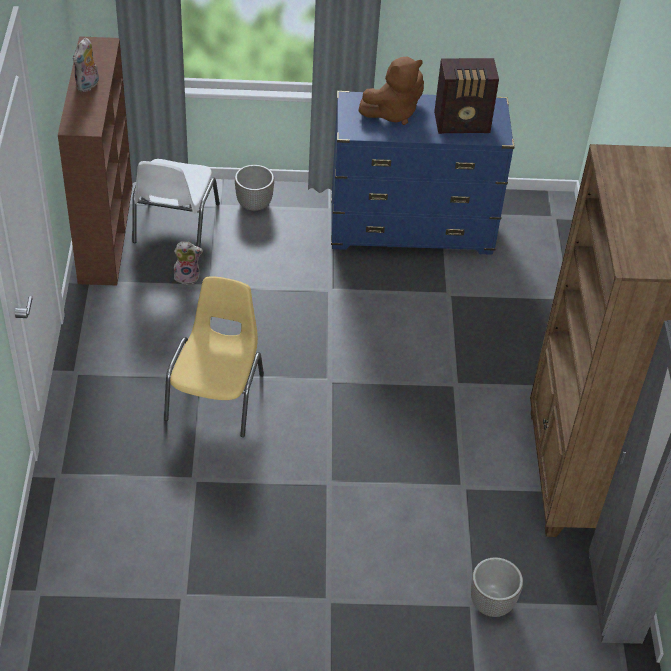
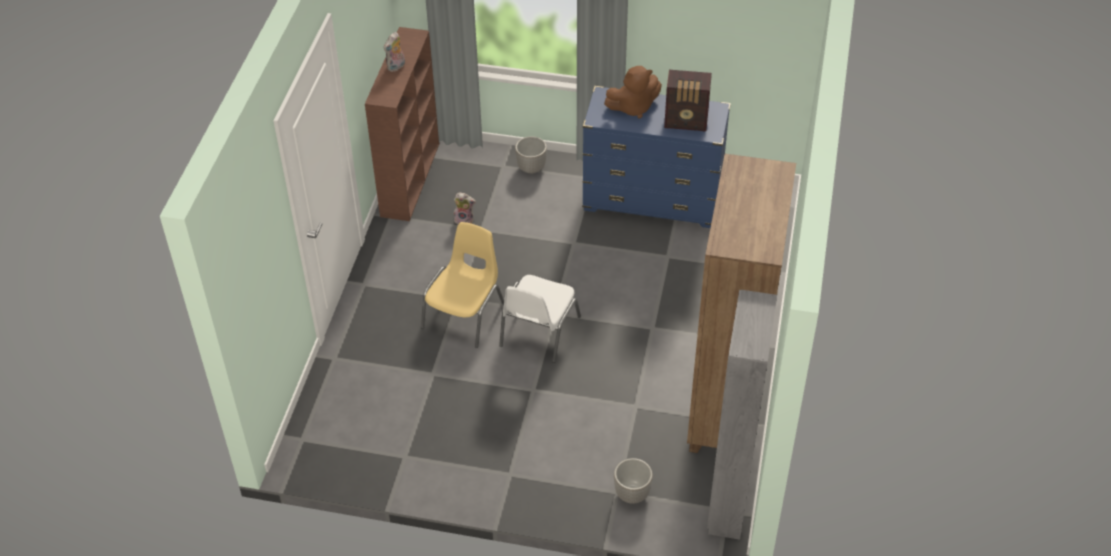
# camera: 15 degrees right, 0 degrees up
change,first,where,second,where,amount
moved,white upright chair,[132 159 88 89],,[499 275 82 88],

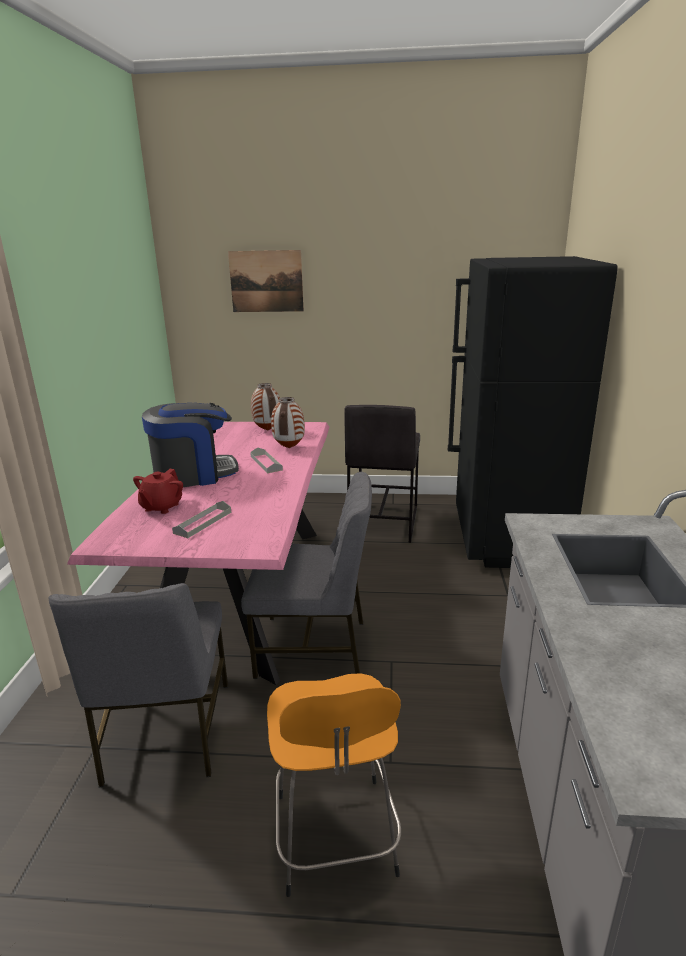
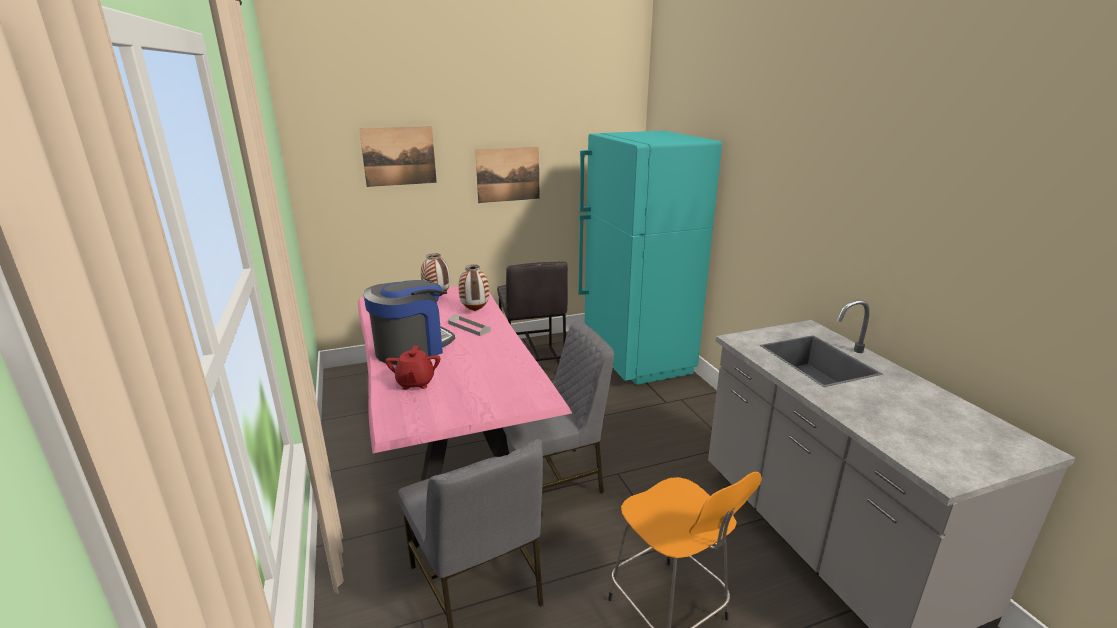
# camera: 25 degrees left, 0 degrees up
change,first,where,second,where,amount
removed,greyish serving tray,[172 501 59 37],,,
added,,,picture,[475 147 65 56],
recoloured,black-coloured fridge,[448 256 170 312],blue-green fridge,[578 131 144 254],

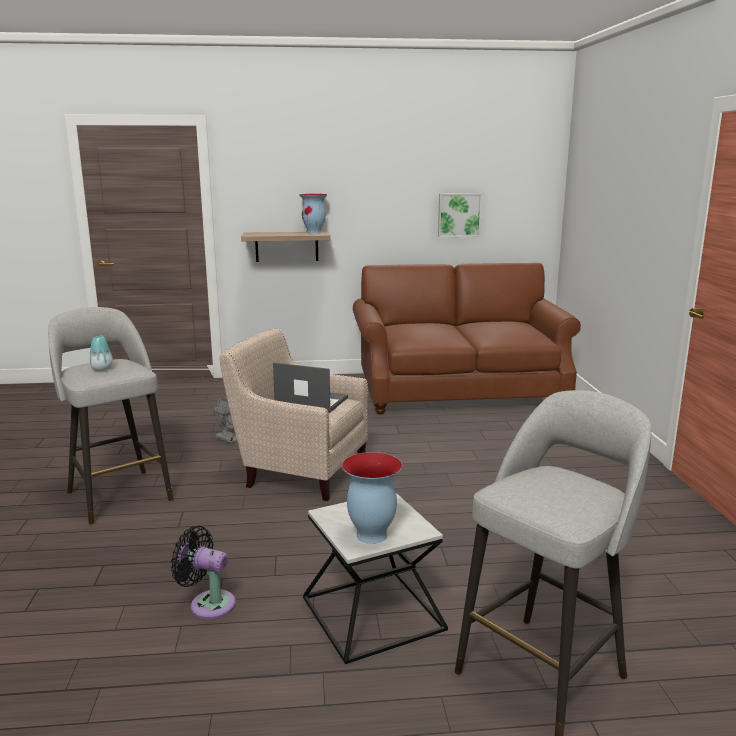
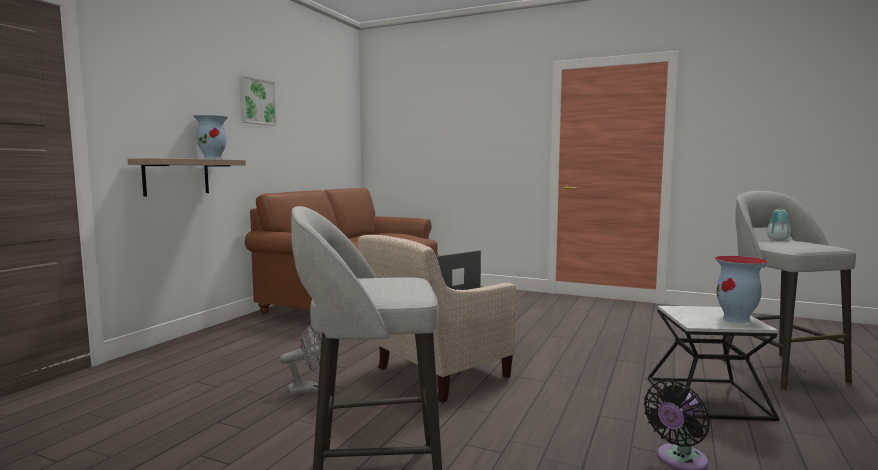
# camera: 60 degrees left, 10 degrees down
change,first,where,second,where,amount
moved,flower vase,[89 336 24 35],,[767 209 24 31],
moved,picture,[438 193 44 44],,[239 76 38 50],

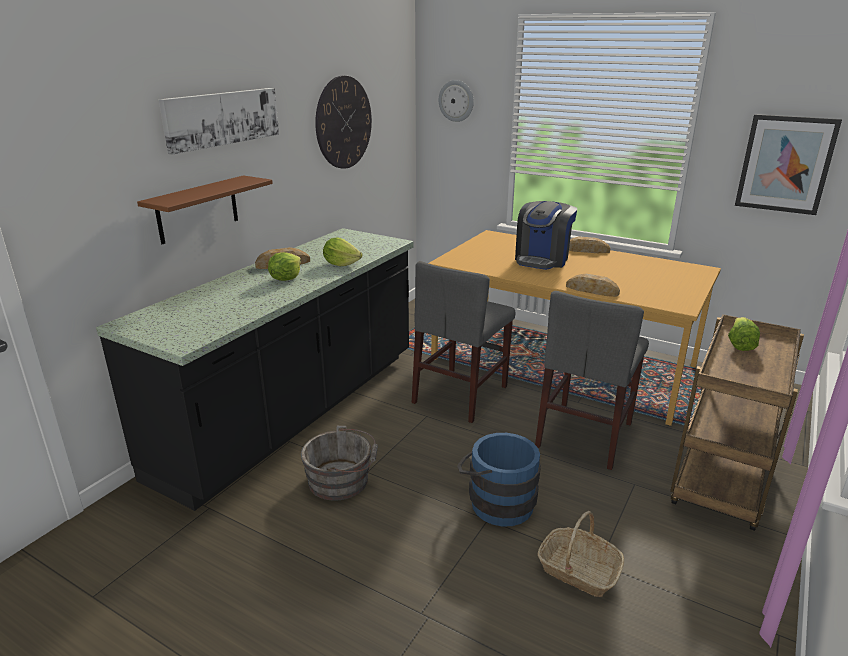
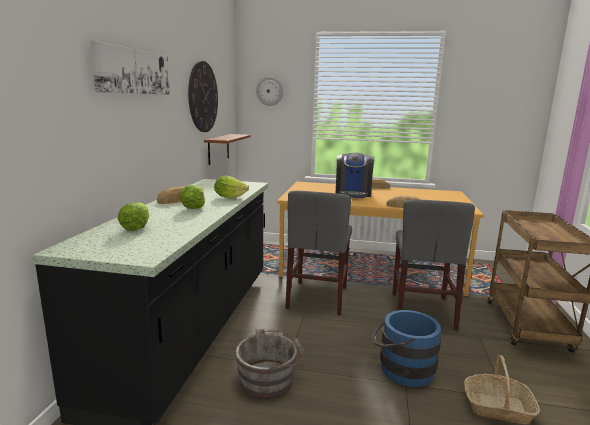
# camera: 20 degrees left, 10 degrees down
change,first,where,second,where,amount
removed,picture,[735 114 107 101],,,
moved,brown-coloured bracket shelf,[137 175 136 69],,[204 134 47 31],
moved,lettuce,[728 317 32 34],,[117 202 32 29],

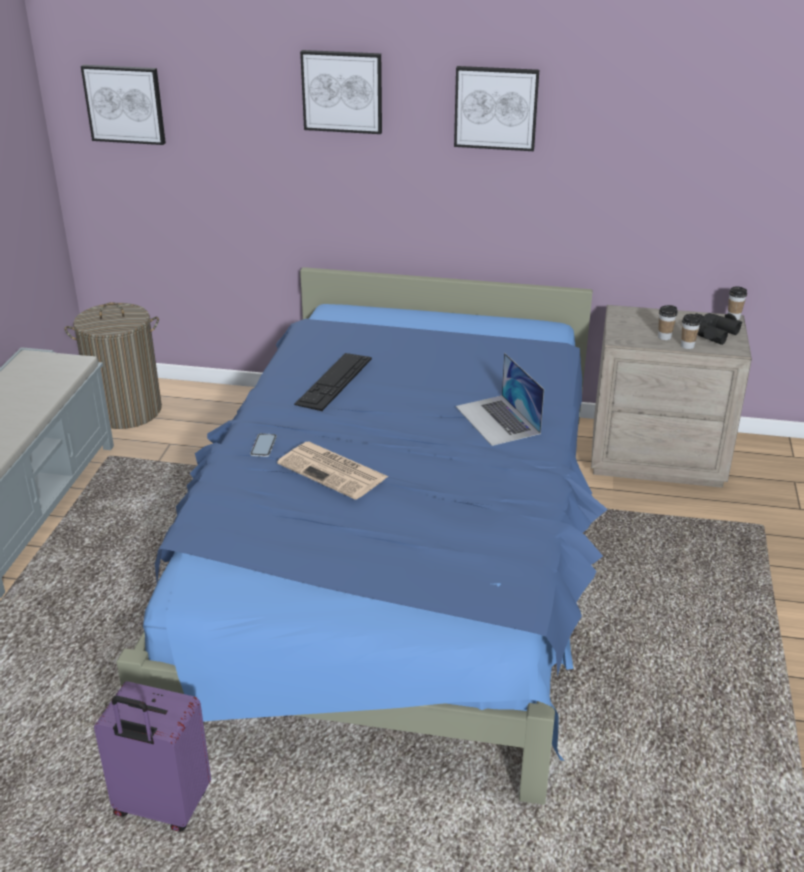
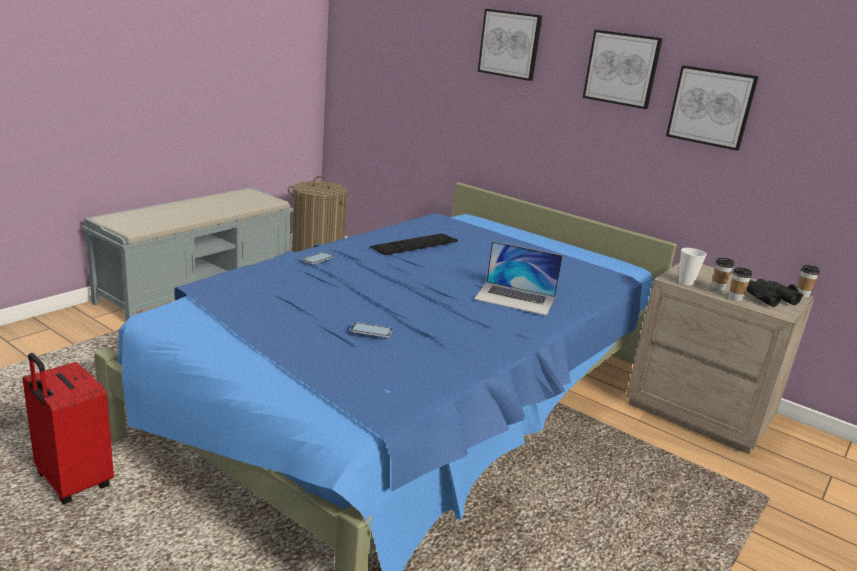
# camera: 25 degrees right, 10 degrees down
change,first,where,second,where,amount
removed,daily paper,[277 442 111 58],,,
added,,,handset,[350 322 43 16],
added,,,small cup,[679 248 28 37],
moved,picture,[81 65 85 80],,[666 65 93 86],
recoloured,purple-coloured travel case,[94 682 117 150],red travel case,[23 353 91 151],
turned,portable computer,[456 353 88 93],,[474 241 89 75],75 degrees counterclockwise

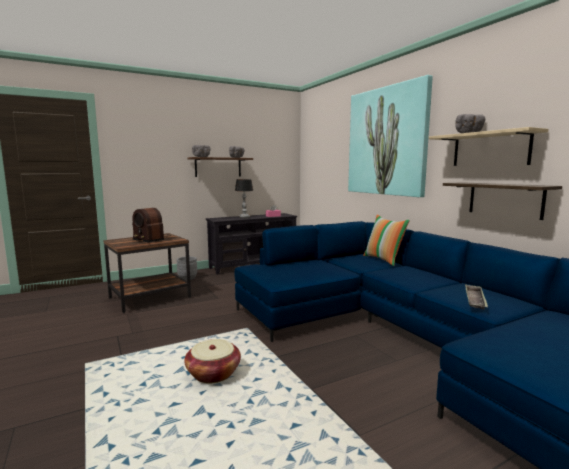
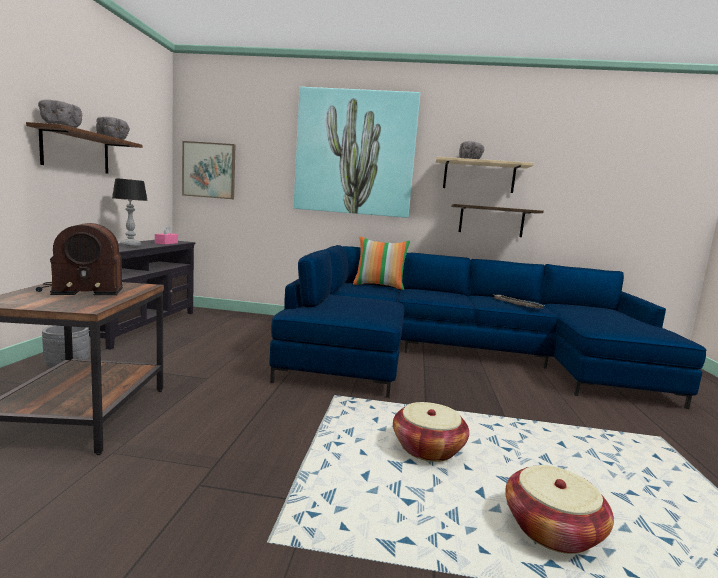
# camera: 55 degrees left, 0 degrees up
change,first,where,second,where,amount
added,,,picture,[182 141 54 58],
added,,,storage basket,[505 465 109 89],

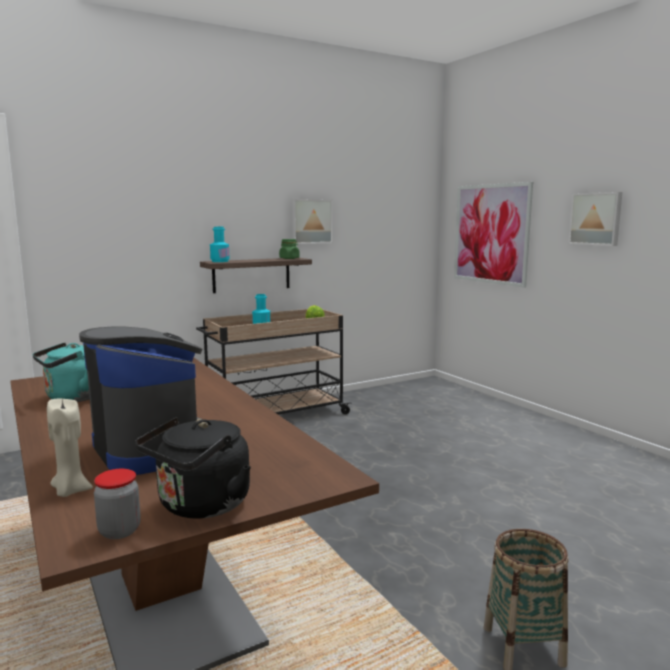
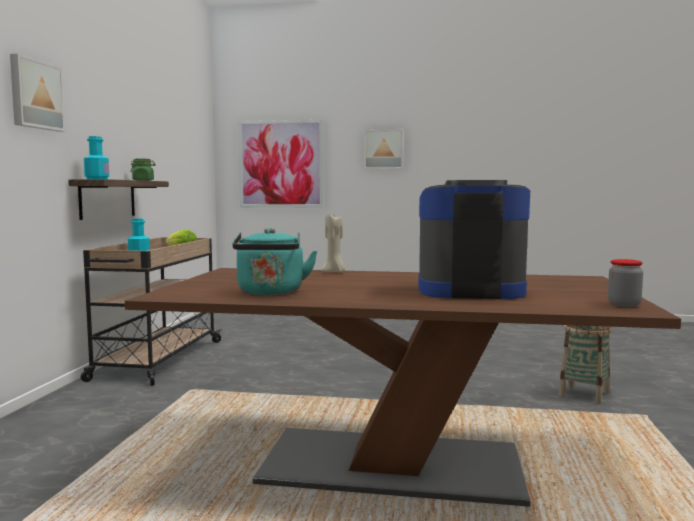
# camera: 50 degrees left, 5 degrees down
change,first,where,second,where,amount
removed,black-coloured tea kettle,[135 417 116 102],,,
moved,sand-coloured wax light,[47 399 46 98],,[322 214 23 58],
moved,picture,[291 199 42 45],,[10 54 55 78],

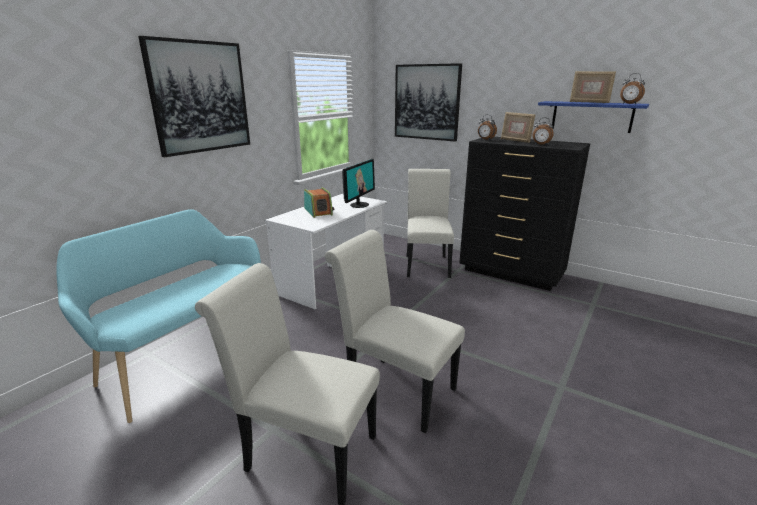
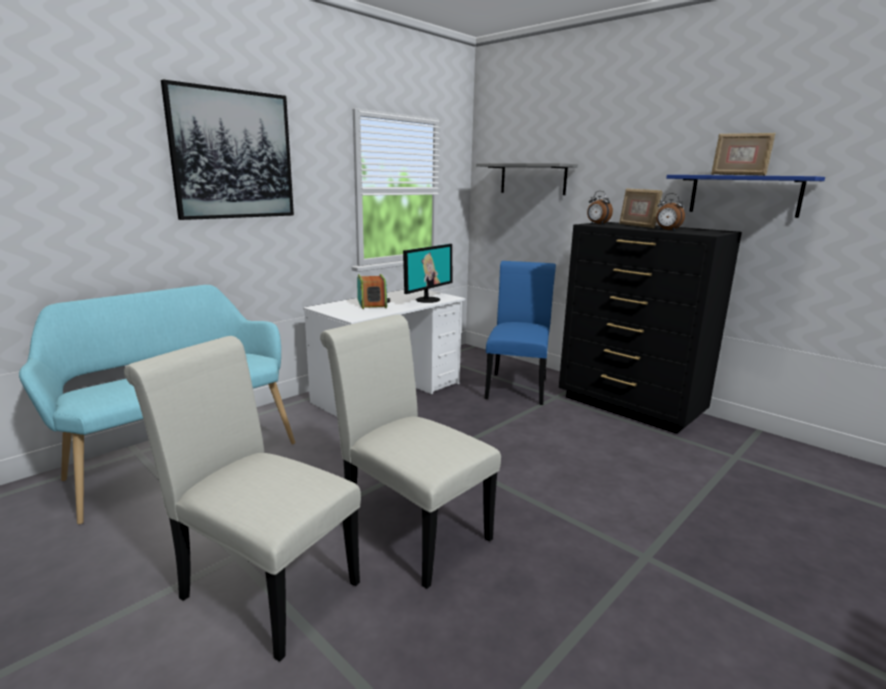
# camera: 10 degrees right, 5 degrees down
change,first,where,second,where,amount
removed,table clock,[620 73 25 31],,,
replaced,picture,[395 63 67 79],greyish bracket shelf,[476 163 102 32],
recoloured,white upright chair,[407 169 47 109],bluish upright chair,[484 261 72 144],

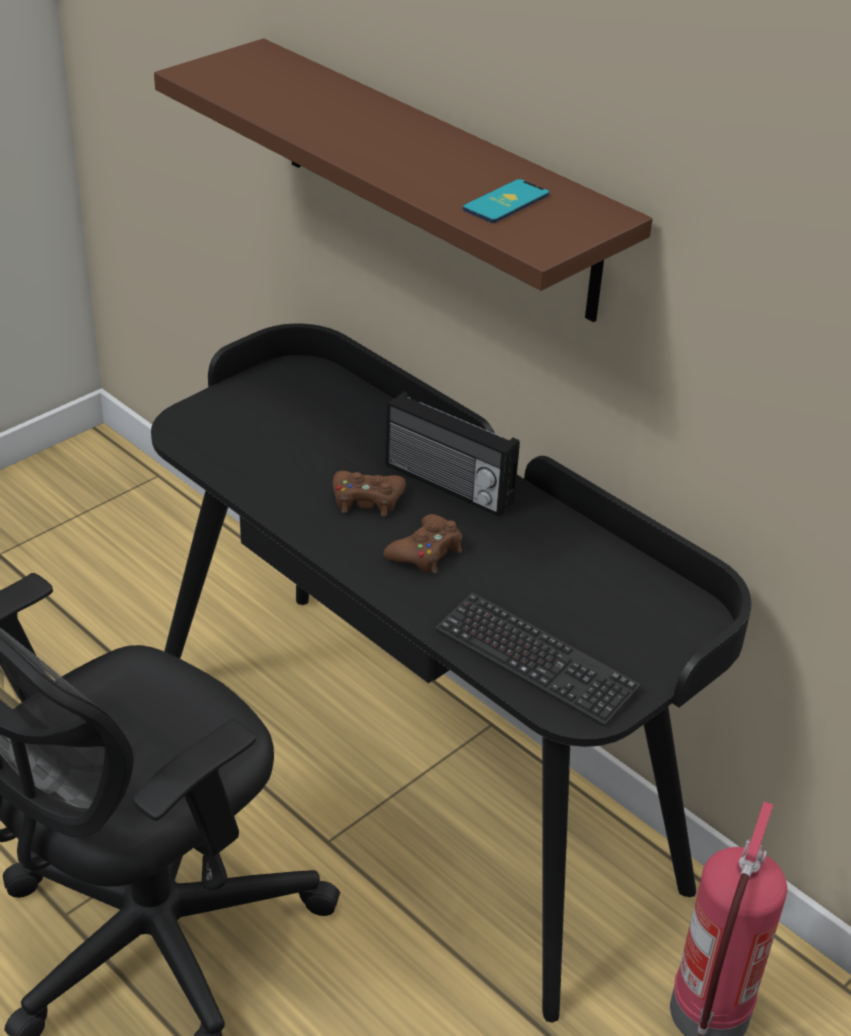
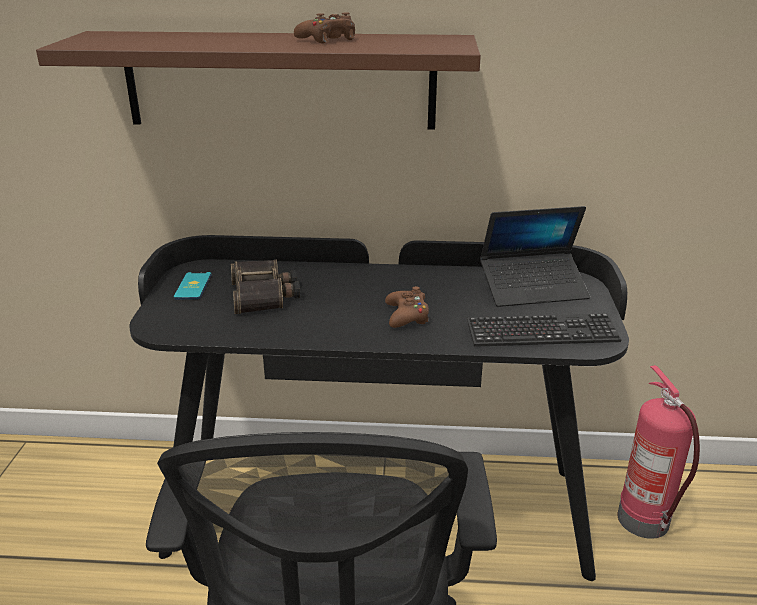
# camera: 40 degrees left, 10 degrees down
change,first,where,second,where,amount
removed,radio,[385 392 135 125],,,
added,,,binoculars,[231 259 69 55],
added,,,portable computer,[480 206 110 101],
moved,brown-coloured game controller,[333 471 73 45],,[294 13 61 31],
moved,handset,[463 179 87 44],,[173 272 39 28],

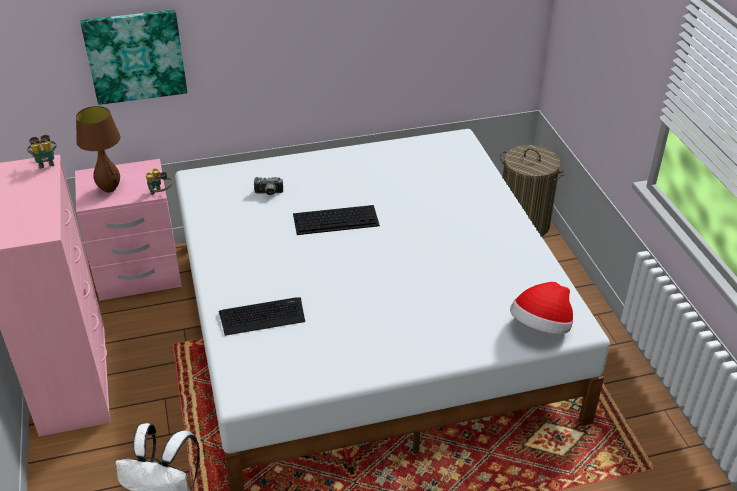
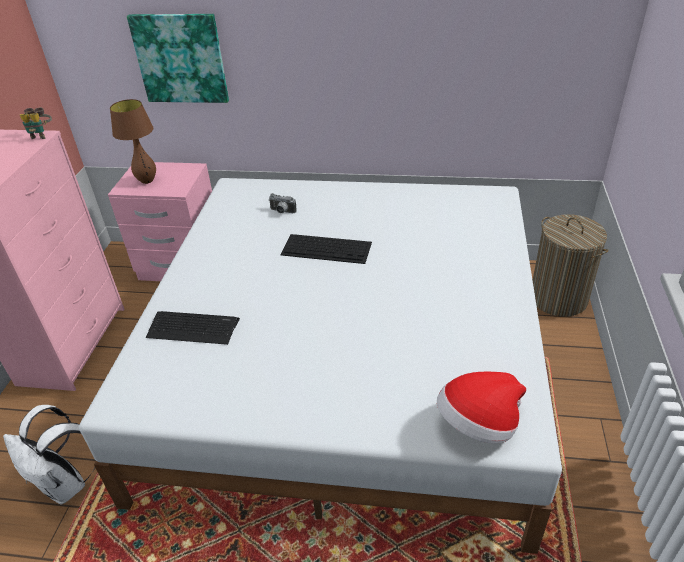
# camera: 25 degrees right, 0 degrees up
change,first,where,second,where,amount
removed,binoculars,[146 168 27 27],,,

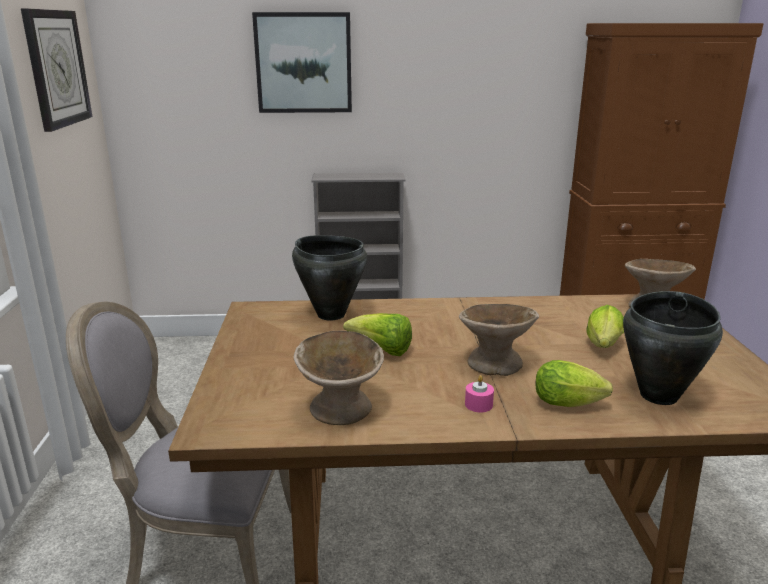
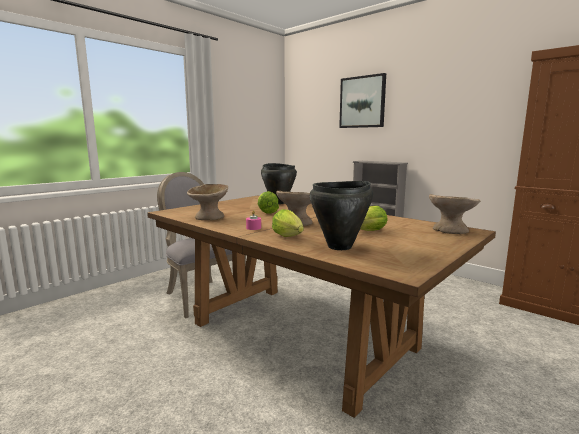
# camera: 45 degrees right, 10 degrees down
change,first,where,second,where,amount
removed,hanging clock,[21 9 71 123],,,

